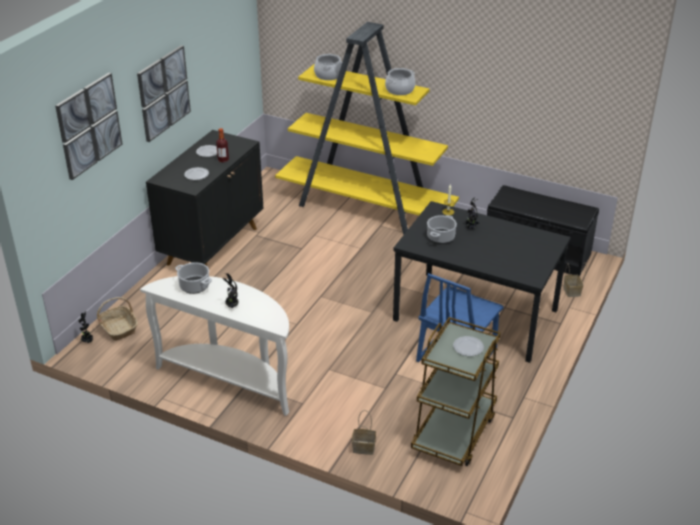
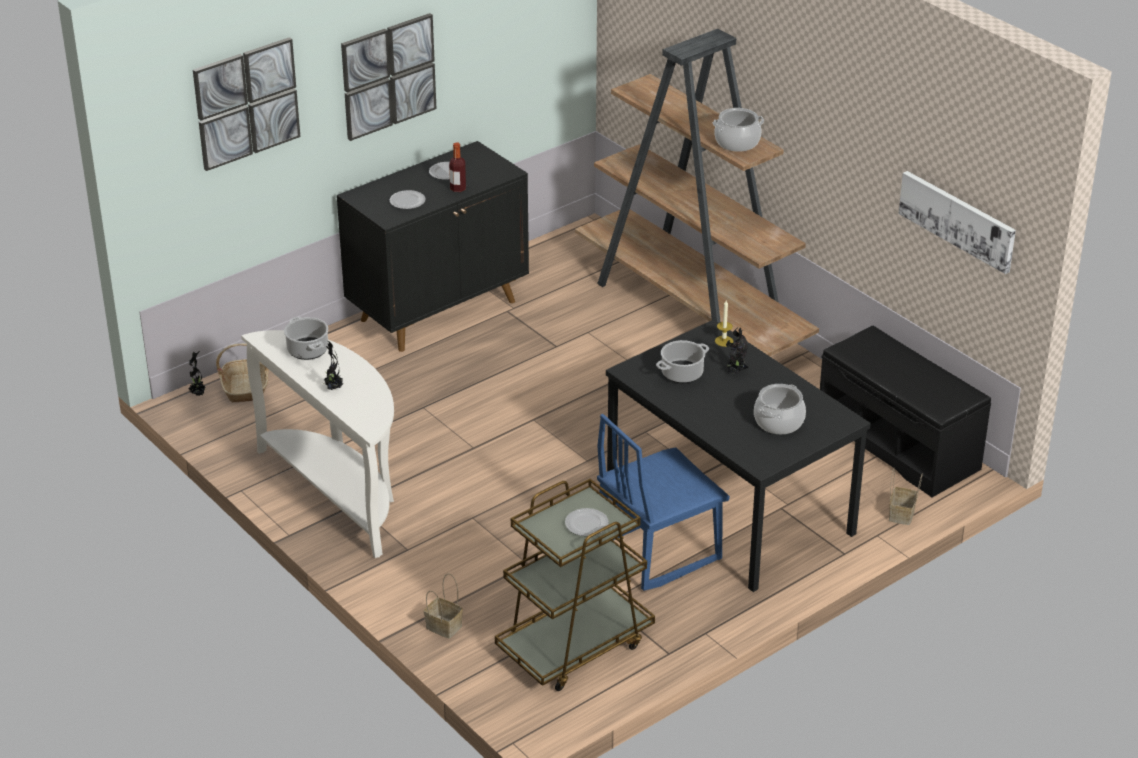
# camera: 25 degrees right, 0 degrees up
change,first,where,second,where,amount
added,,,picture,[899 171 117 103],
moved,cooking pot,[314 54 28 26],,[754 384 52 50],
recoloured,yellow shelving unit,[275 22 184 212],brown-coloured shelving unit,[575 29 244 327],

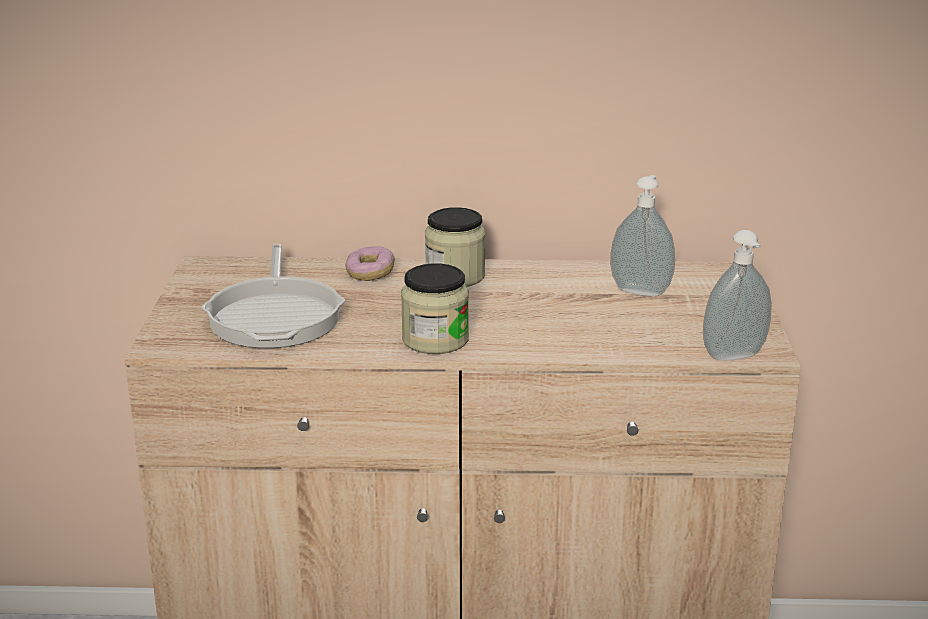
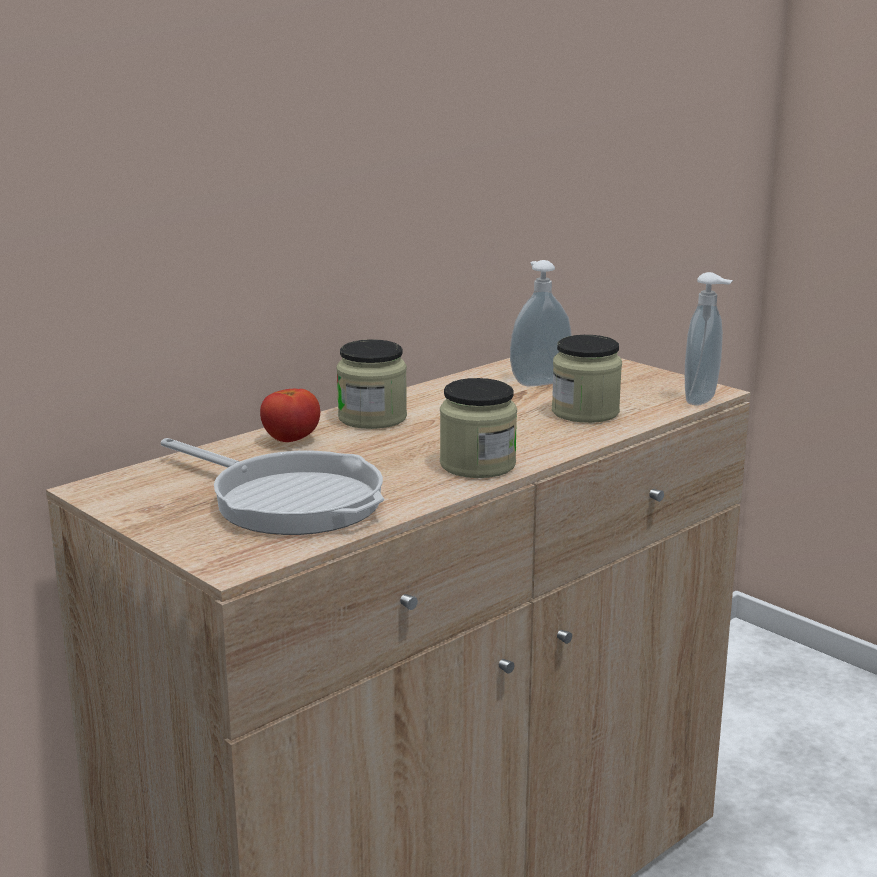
# camera: 45 degrees left, 5 degrees down
change,first,where,second,where,amount
added,,,preserve jar,[552 335 70 88],
replaced,ring doughnut,[345 247 50 34],tomato,[260 389 60 53],

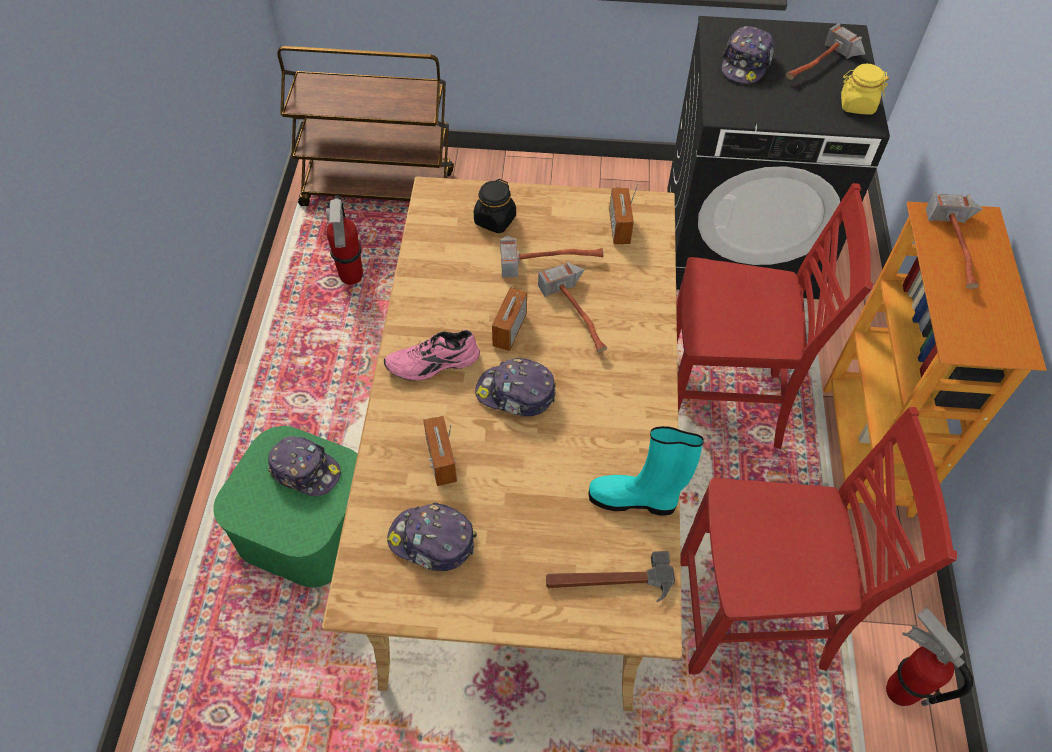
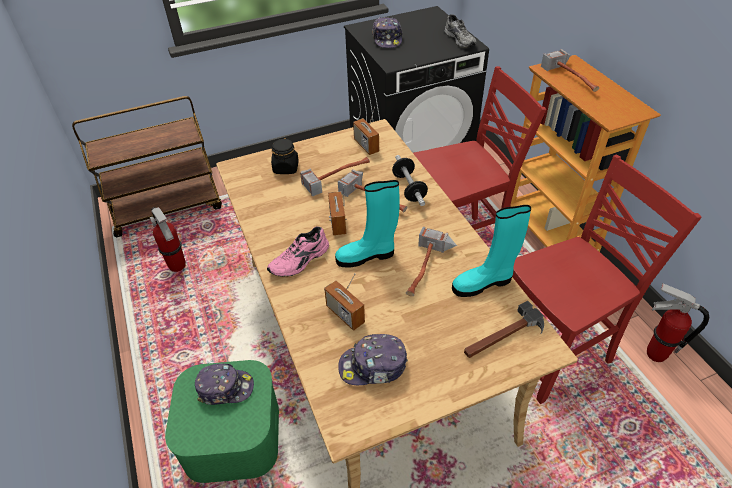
# camera: 25 degrees left, 10 degrees down
change,first,where,second,where,amount
added,,,dumbbell,[392 155 36 51],
moved,hammer,[786 23 79 57],,[406 226 51 70],
replaced,baseball cap,[475 358 81 59],blue-green high-top boot,[335 180 65 87],
replaced,yellow preserve jar,[841 64 48 50],greyish shoe,[444 14 32 34],

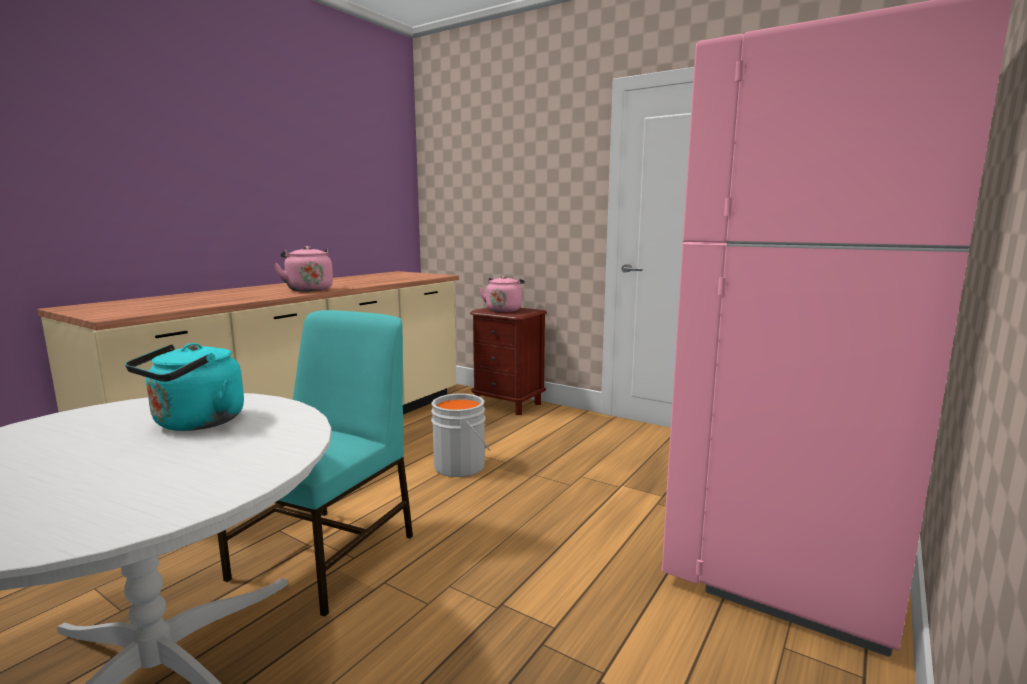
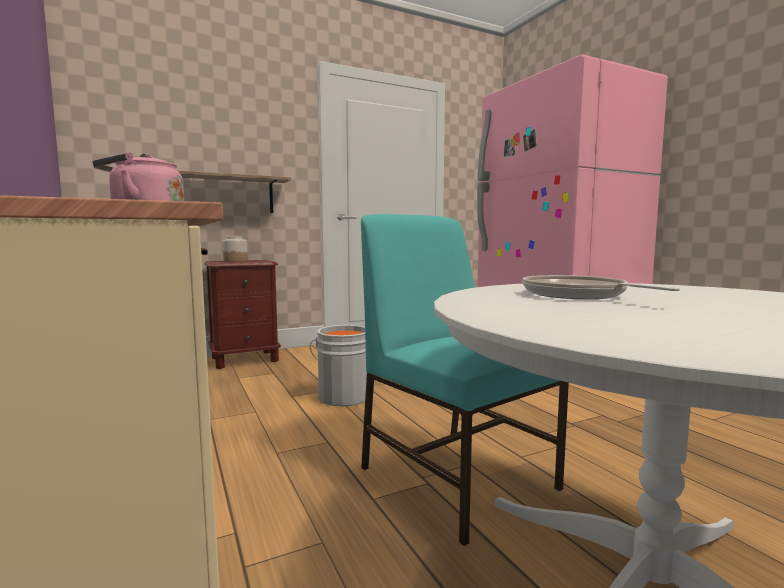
# camera: 60 degrees left, 5 degrees down
change,first,where,second,where,amount
added,,,bracket shelf,[177 170 114 43],
replaced,blue-green tea kettle,[125 343 119 88],pan,[522 275 158 24],
replaced,pink-coloured tea kettle,[479 276 46 36],preserve jar,[223 236 25 26],

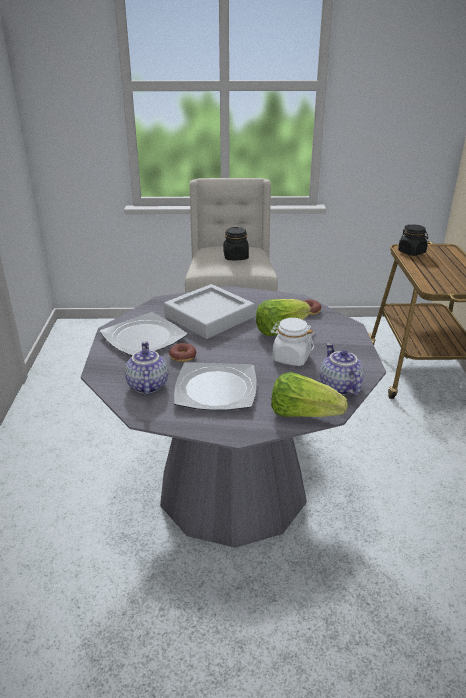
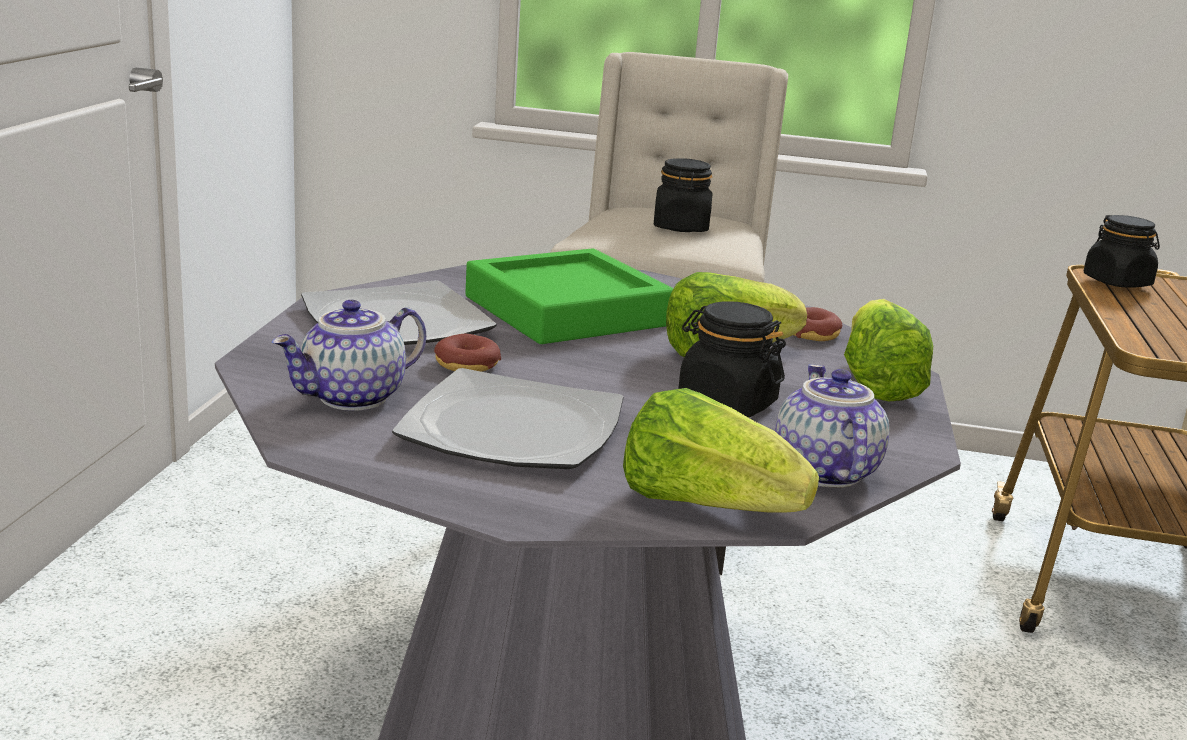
# camera: 10 degrees right, 10 degrees down
change,first,where,second,where,amount
added,,,lettuce,[844 299 89 102],
recoloured,greyish serving tray,[164 284 90 55],green serving tray,[465 248 209 96],
recoloured,white preserve jar,[271 318 43 48],black-coloured preserve jar,[678 301 108 117],
turned,tea pot,[125 342 43 53],,[272 300 154 111],135 degrees counterclockwise

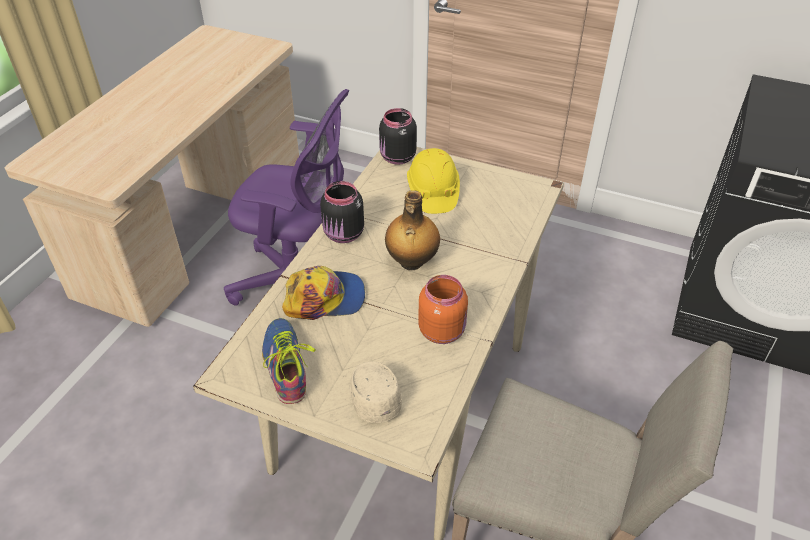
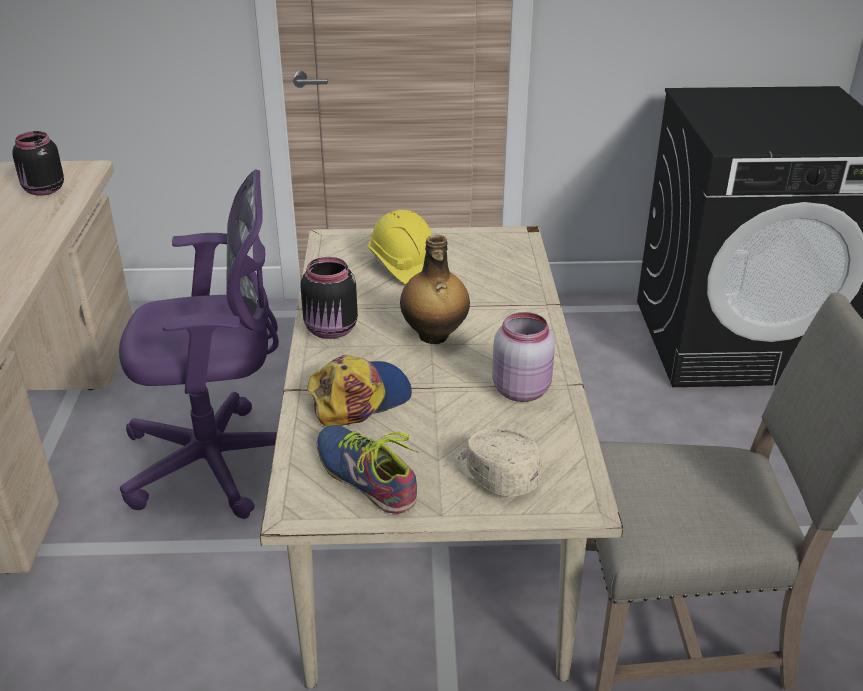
# camera: 25 degrees left, 10 degrees down
change,first,where,second,where,amount
moved,black-coloured preserve jar,[379 108 38 57],,[12 131 52 65],
recoloured,orangey preserve jar,[418 275 50 69],pink-coloured preserve jar,[492 312 63 90],

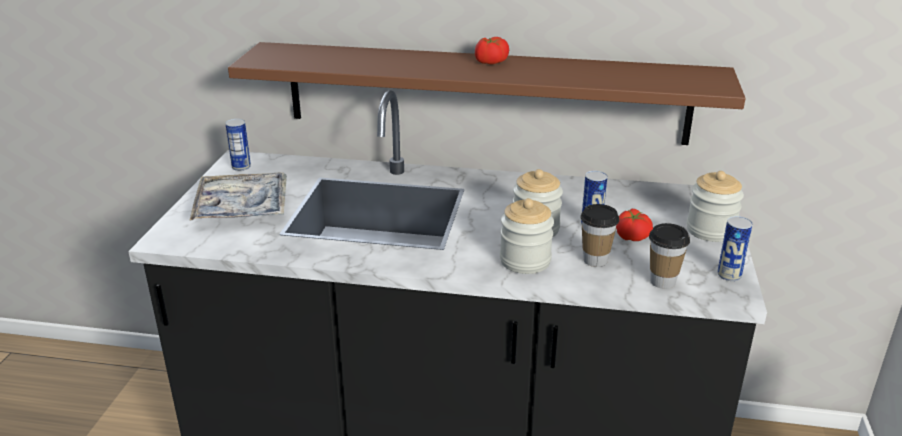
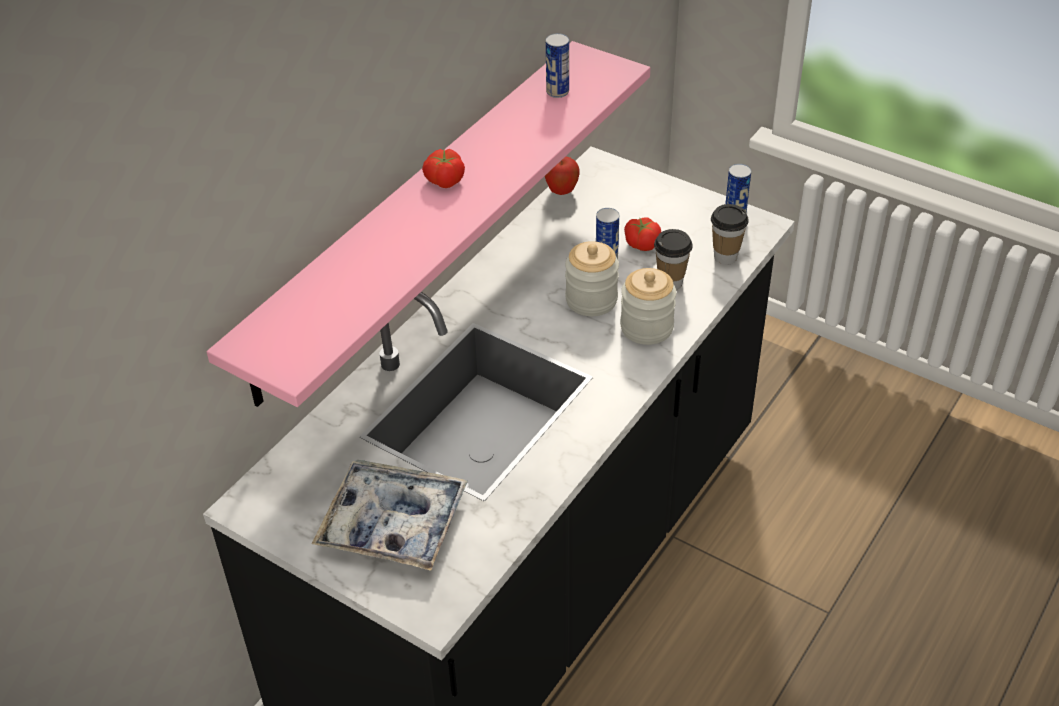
# camera: 65 degrees left, 15 degrees up
change,first,where,second,where,amount
removed,preserve jar,[687 171 57 71],,,
added,,,apple fruit,[545 156 35 39],
moved,can,[225 119 26 52],,[546 33 23 65],
recoloured,brown-coloured bracket shelf,[228 42 518 103],pink-coloured bracket shelf,[207 41 443 366],

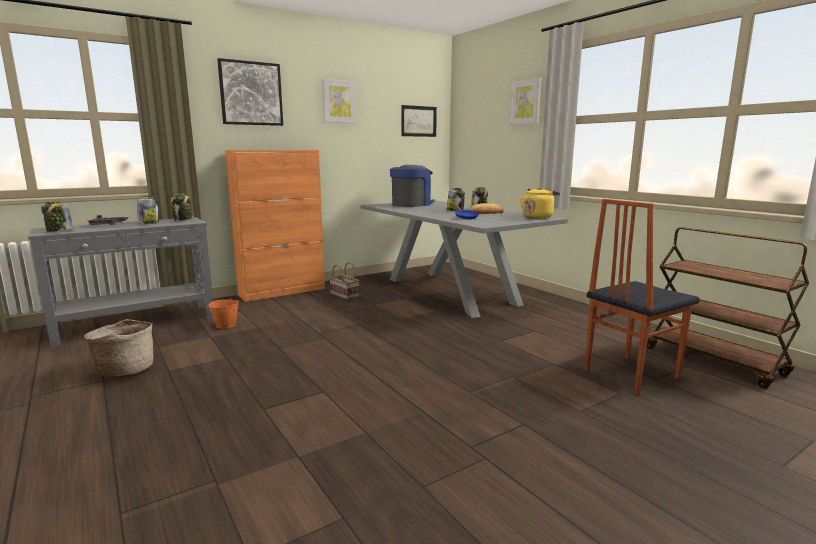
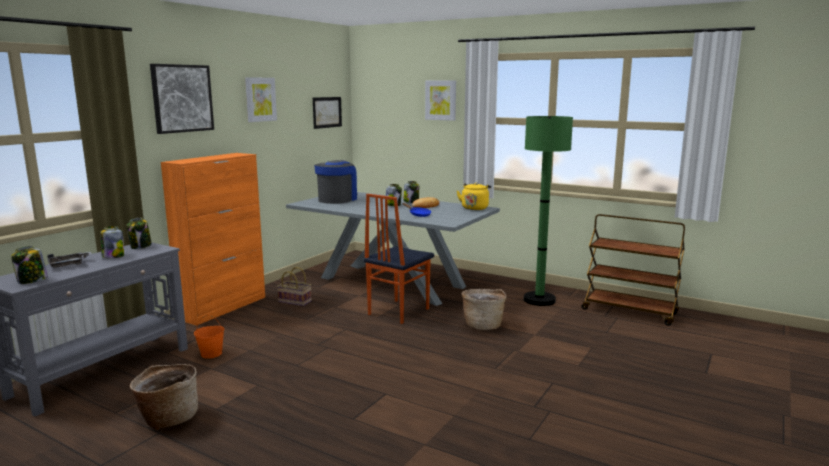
# camera: 25 degrees left, 0 degrees up
change,first,where,second,where,amount
added,,,storage basket,[462 289 45 41],
added,,,green standing lamp,[523 116 50 190],
moved,upright chair,[585 199 115 196],,[363 194 71 130],

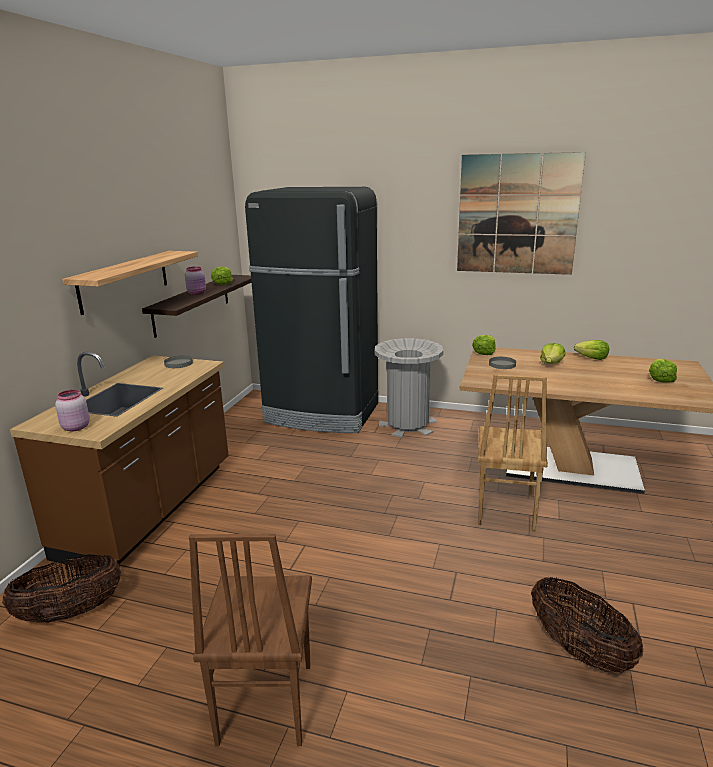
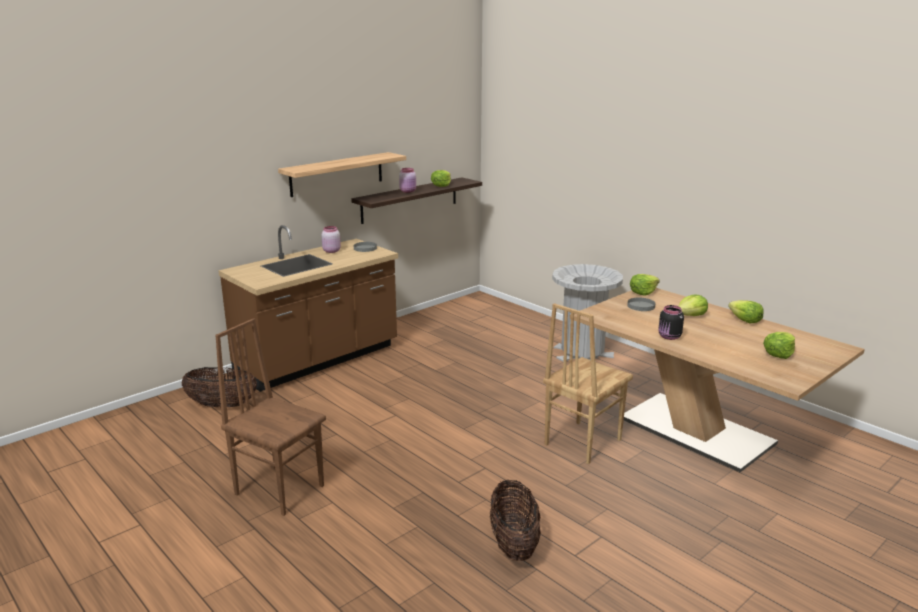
# camera: 30 degrees right, 0 degrees up
change,first,where,second,where,amount
removed,black-coloured fridge,[245 187 133 246],,,
removed,picture,[457 152 129 123],,,
added,,,black-coloured preserve jar,[658 305 26 35],
moved,pink-coloured preserve jar,[55 390 35 41],,[321 226 20 27],
turned,brown-coloured upright chair,[189 534 123 212],,[215 318 111 198],90 degrees clockwise

